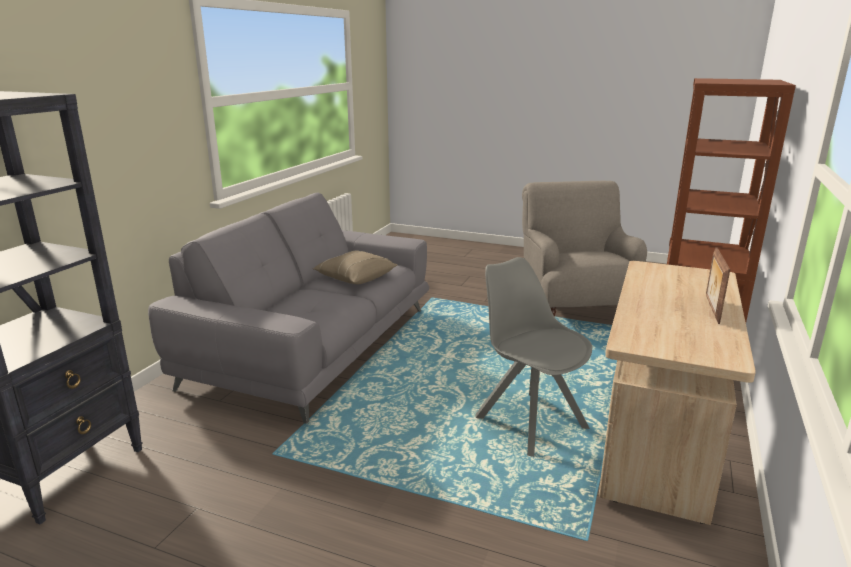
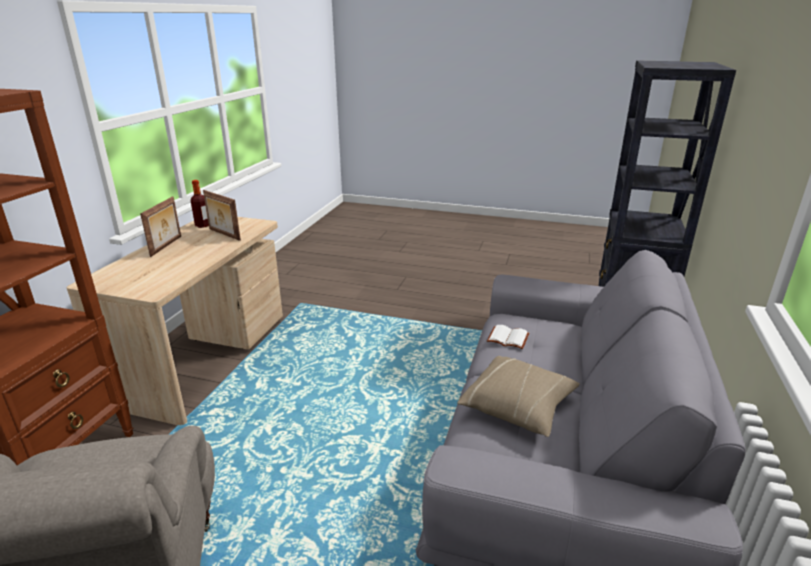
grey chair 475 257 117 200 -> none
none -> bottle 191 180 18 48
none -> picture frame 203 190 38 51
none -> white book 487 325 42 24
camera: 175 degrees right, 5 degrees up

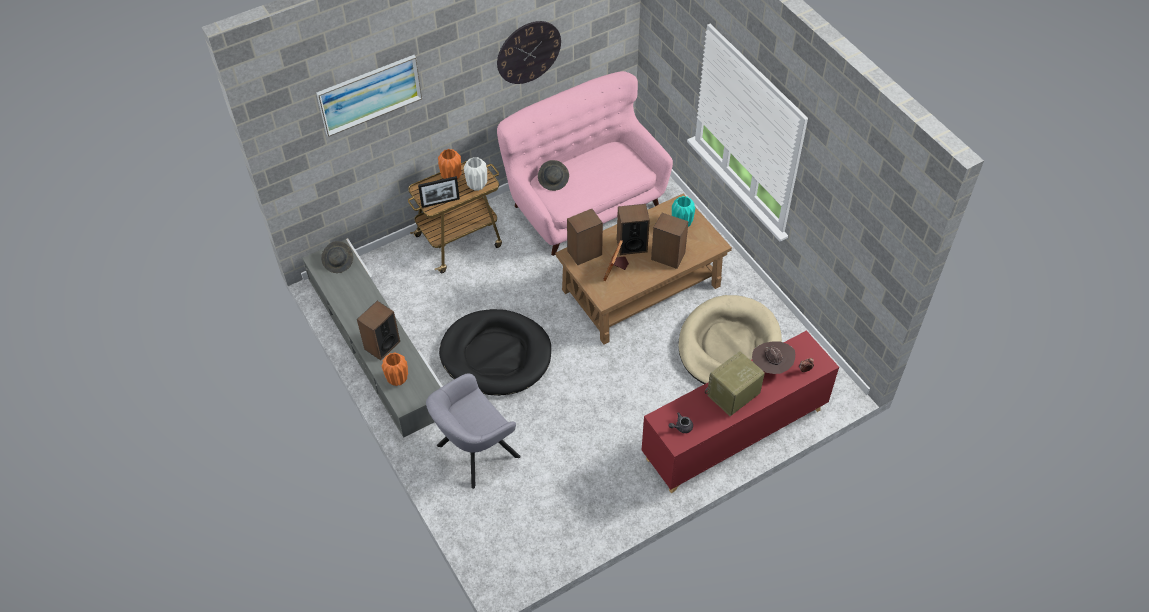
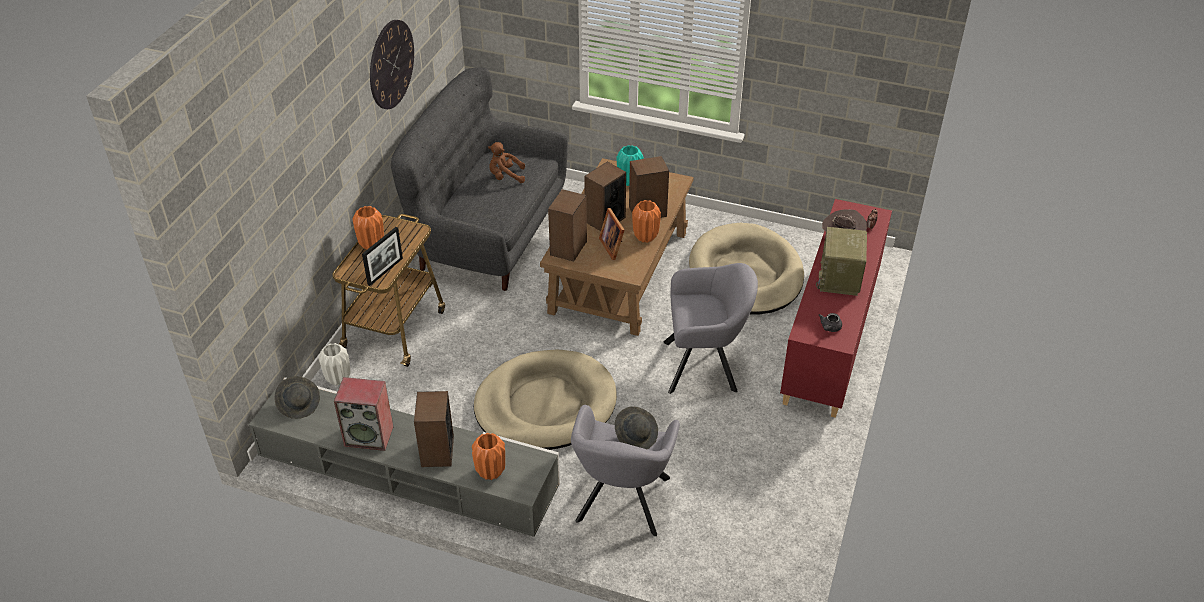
picture 317 55 105 82 -> none
none -> speaker 334 377 60 74
none -> brown plush toy 488 142 37 41
none -> orange vase 632 200 29 43
none -> grey armchair 663 263 95 131
white vase 464 157 23 34 -> white vase 318 343 33 43, move
grey hat 538 160 31 31 -> grey hat 615 406 43 43, move
black dog bed 439 309 112 87 -> beige dog bed 474 350 143 100
pink sofa 497 71 176 185 -> grey sofa 391 67 177 224
camera: 40 degrees left, 10 degrees down

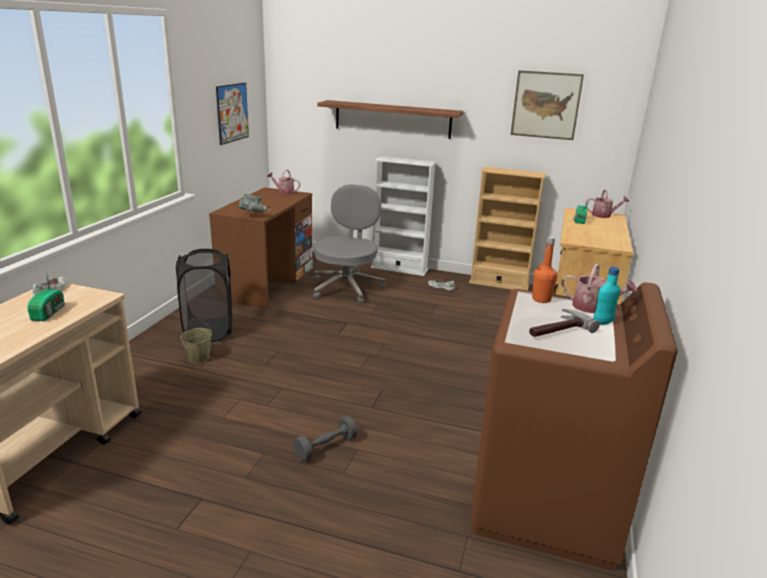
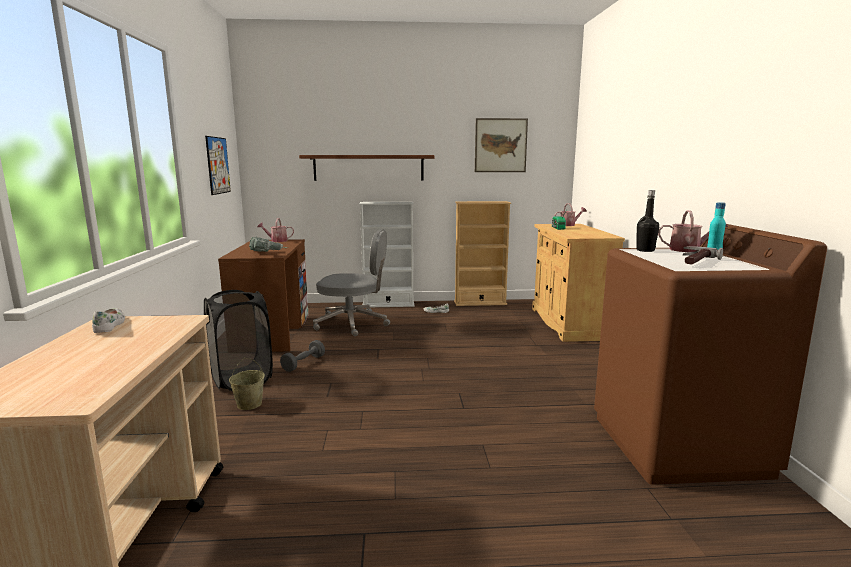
radio 27 271 38 50 -> none
grey dumbbell 294 416 63 45 -> grey dumbbell 280 340 45 32, move
orange bottle 532 236 25 67 -> black bottle 636 190 23 62
grey office chair 313 184 72 119 -> grey office chair 313 229 77 107, 105 degrees clockwise
camera: 20 degrees left, 10 degrees down

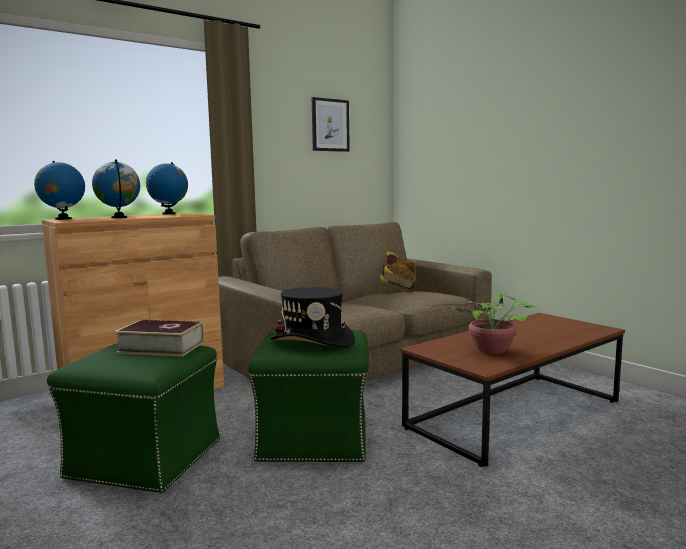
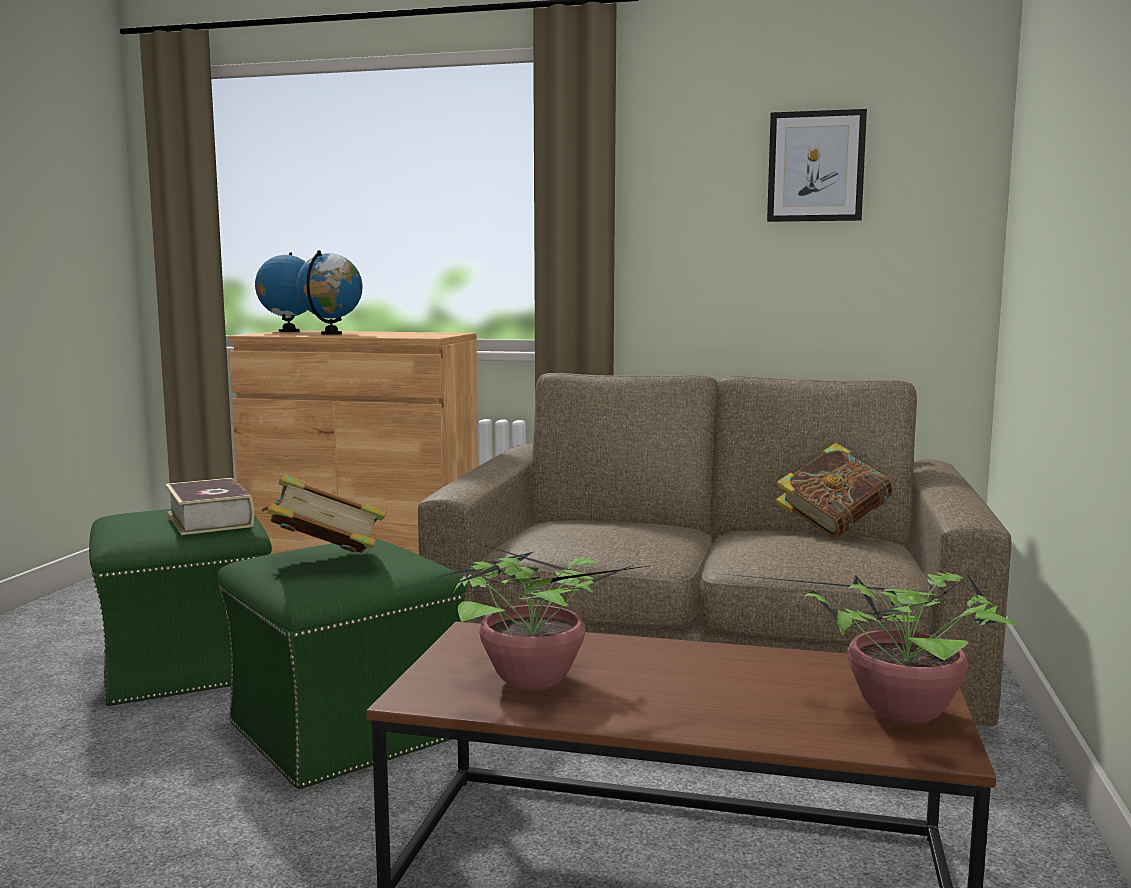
globe 146 162 42 52 -> none
none -> potted plant 714 571 302 154
black hat 271 287 84 61 -> book 262 474 125 79
camera: 50 degrees right, 0 degrees up

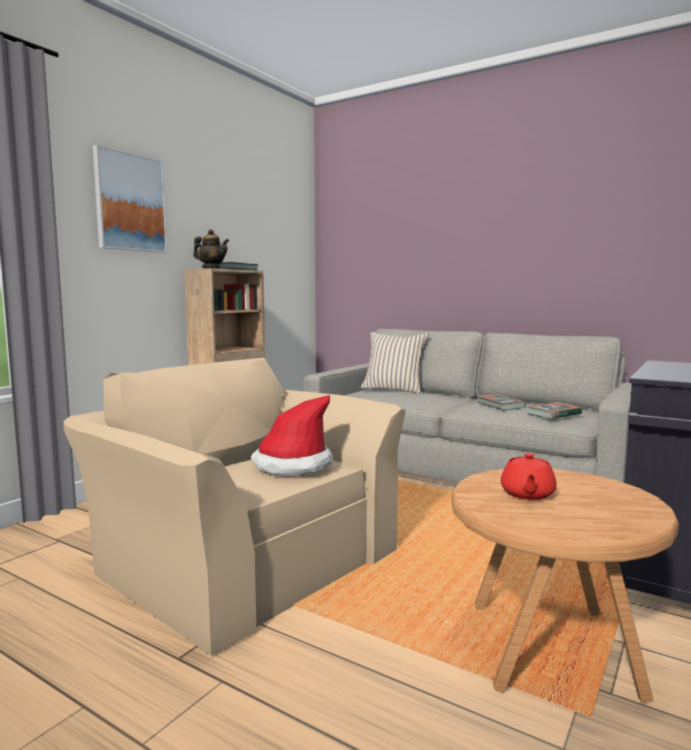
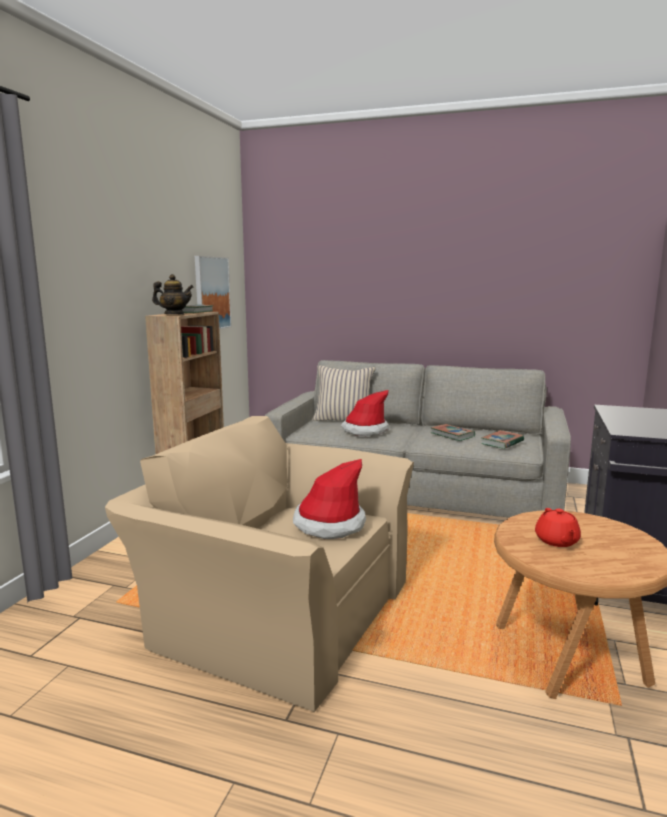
none -> hat 341 390 48 46
picture 93 145 74 108 -> picture 195 256 37 73, move
camera: 15 degrees left, 5 degrees up

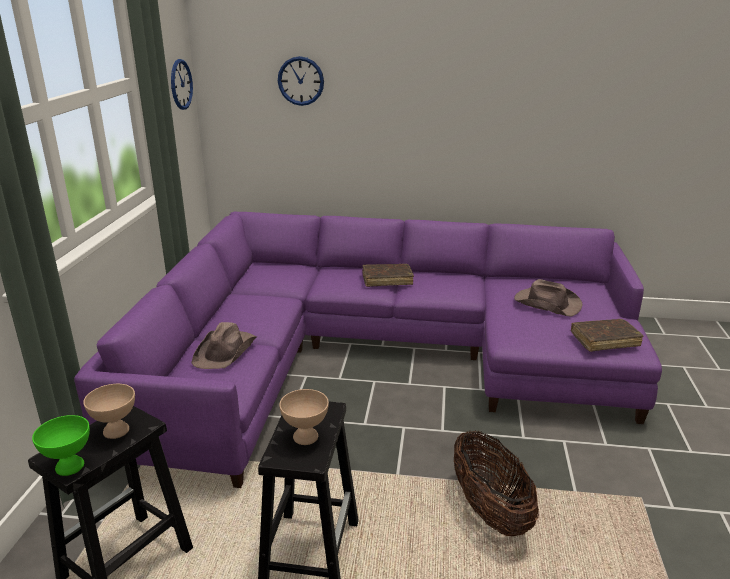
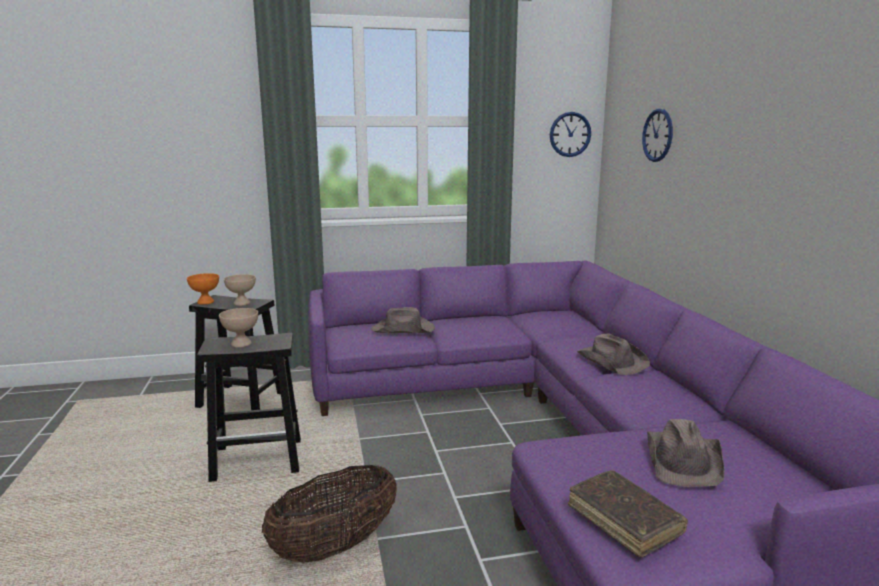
brown book 362 264 52 23 -> brown hat 577 334 73 41
green bowl 32 415 58 61 -> orange bowl 187 273 32 32
camera: 70 degrees right, 10 degrees down

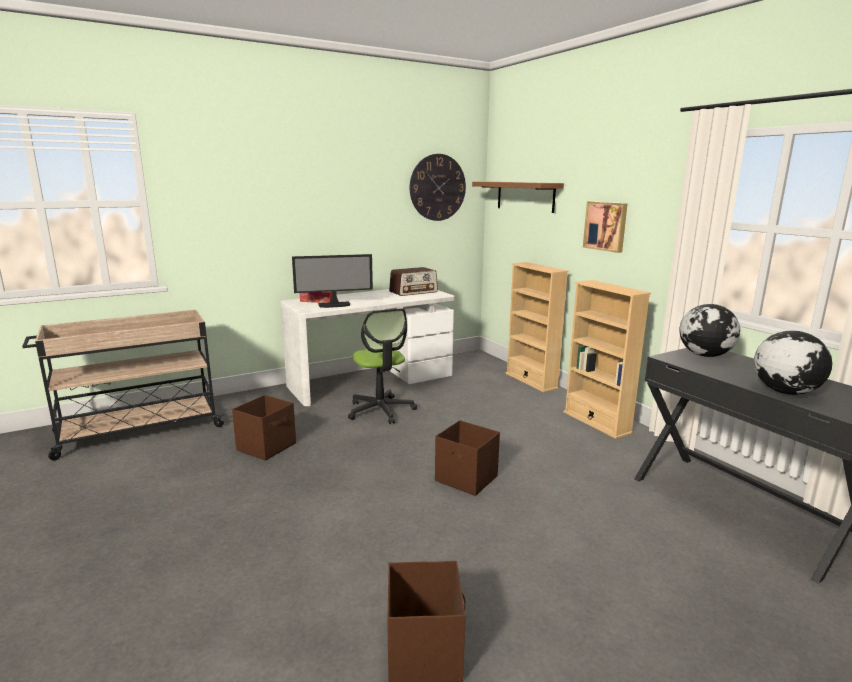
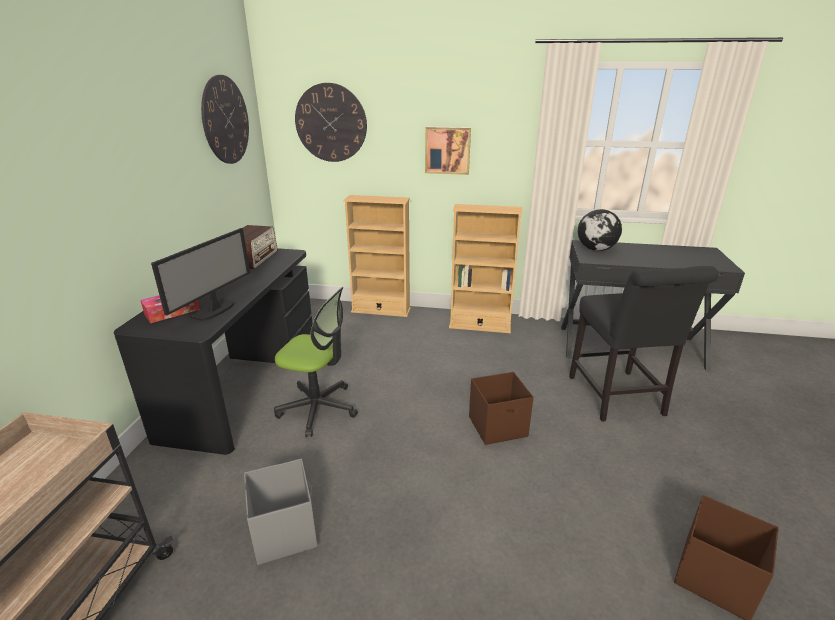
globe 754 331 78 64 -> none
none -> black chair 569 266 149 156
brown shelf 472 182 92 31 -> wall clock 295 83 72 79
brown storage box 232 395 64 66 -> grey storage box 244 458 73 107
white desk 280 289 175 117 -> black desk 114 248 199 207
camera: 50 degrees left, 10 degrees up

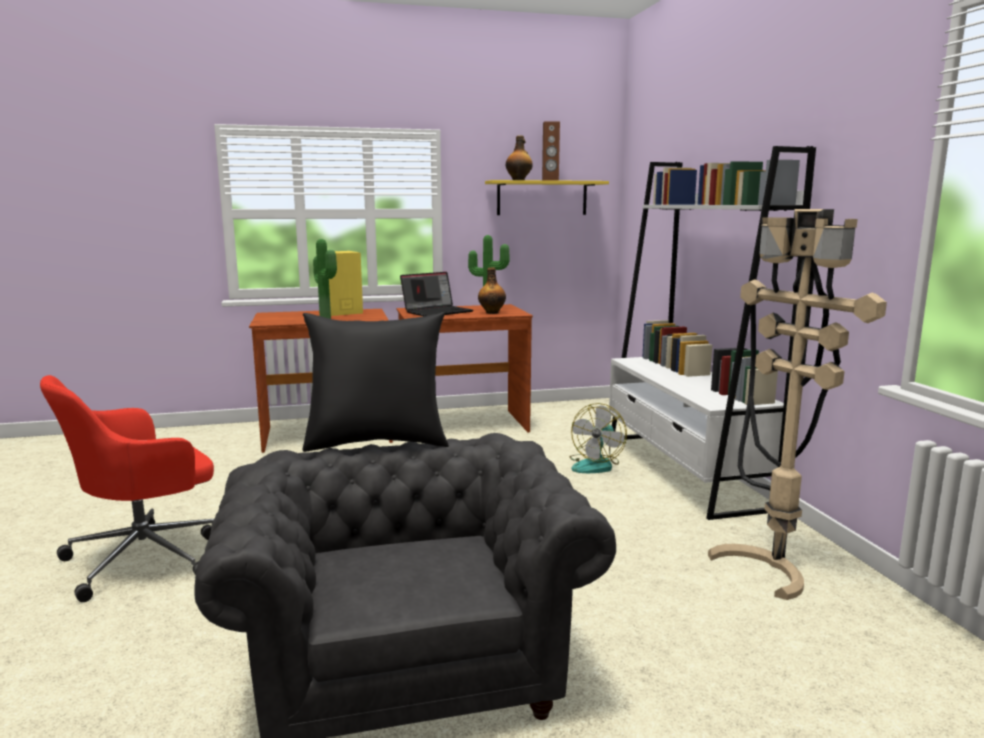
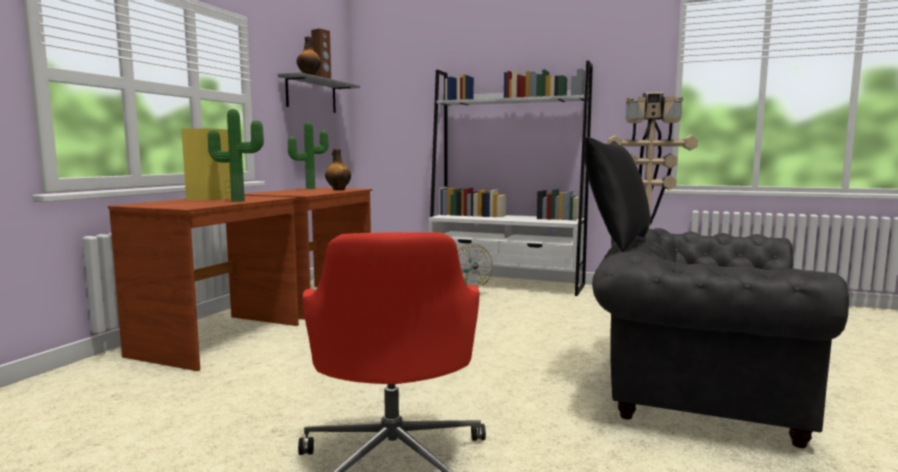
laptop 400 272 73 44 -> none
yellow shelf 485 180 124 35 -> grey shelf 278 72 82 41
camera: 55 degrees left, 5 degrees down

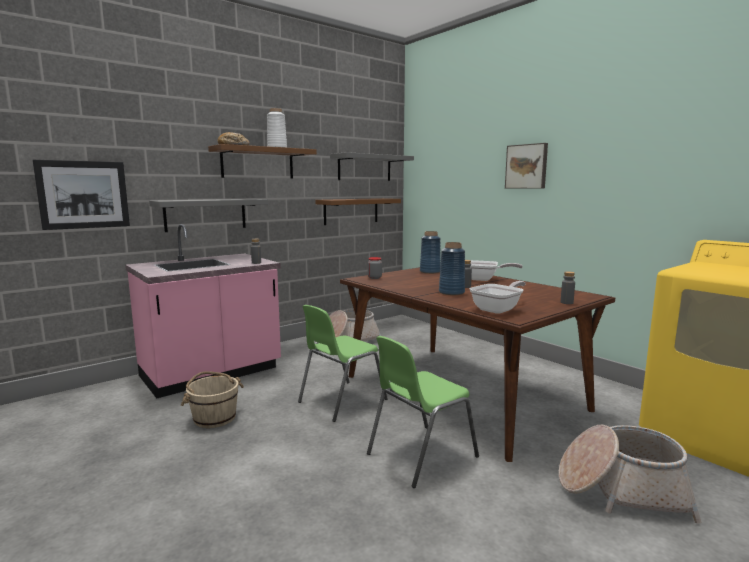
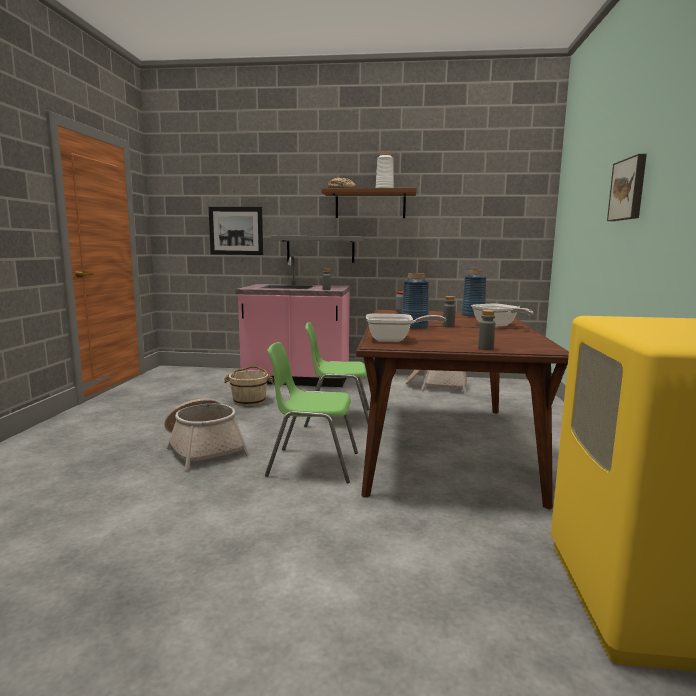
brown shelf 315 198 86 27 -> none
grey shelf 330 152 84 29 -> none
basket 559 425 142 99 -> basket 164 398 86 72, move
camera: 45 degrees right, 0 degrees up

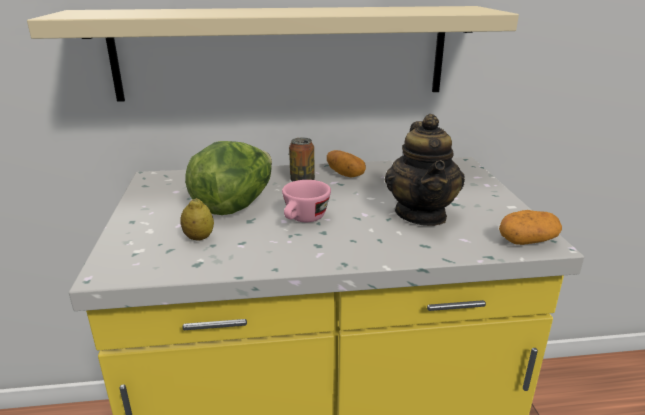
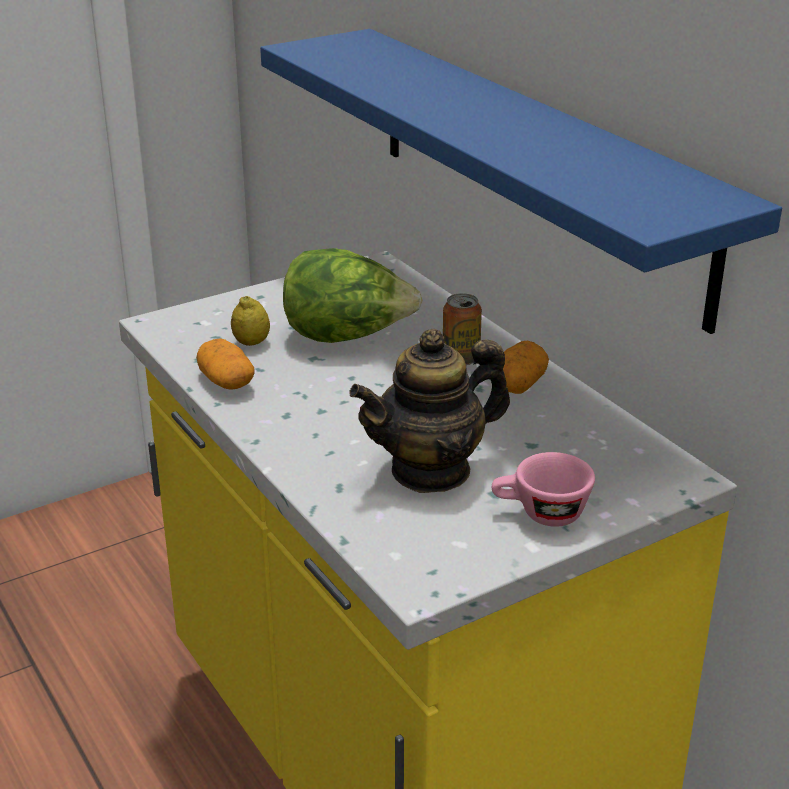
pink cup 282 180 49 42 -> pink cup 492 452 103 75, move
potato 499 210 63 35 -> potato 196 338 59 52, move
beige shelf 27 6 492 96 -> blue shelf 260 29 522 305
camera: 65 degrees right, 5 degrees up

